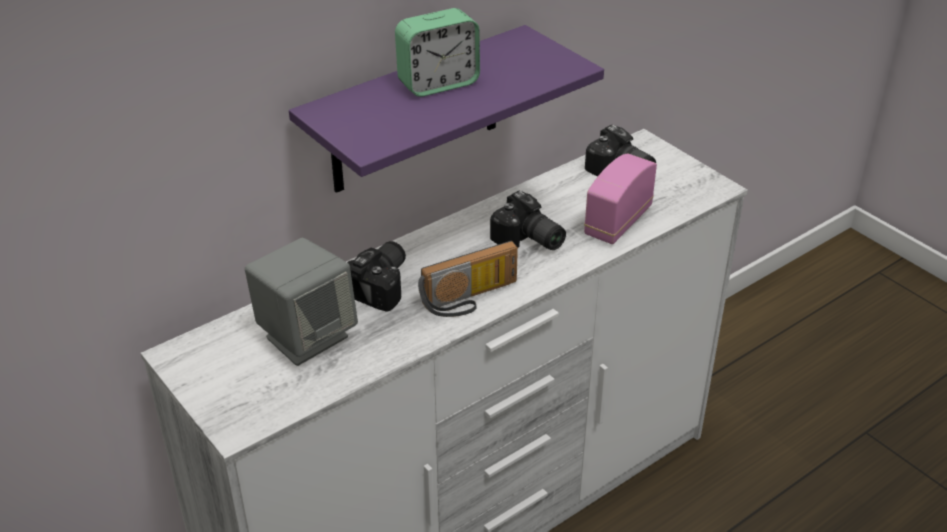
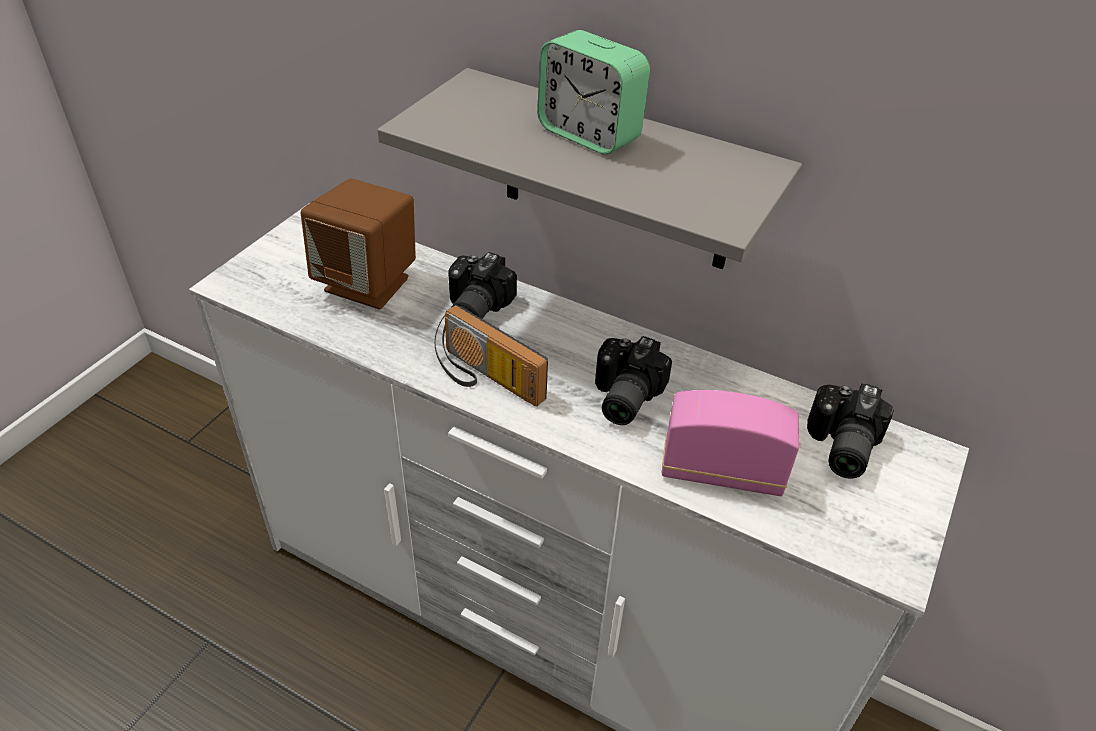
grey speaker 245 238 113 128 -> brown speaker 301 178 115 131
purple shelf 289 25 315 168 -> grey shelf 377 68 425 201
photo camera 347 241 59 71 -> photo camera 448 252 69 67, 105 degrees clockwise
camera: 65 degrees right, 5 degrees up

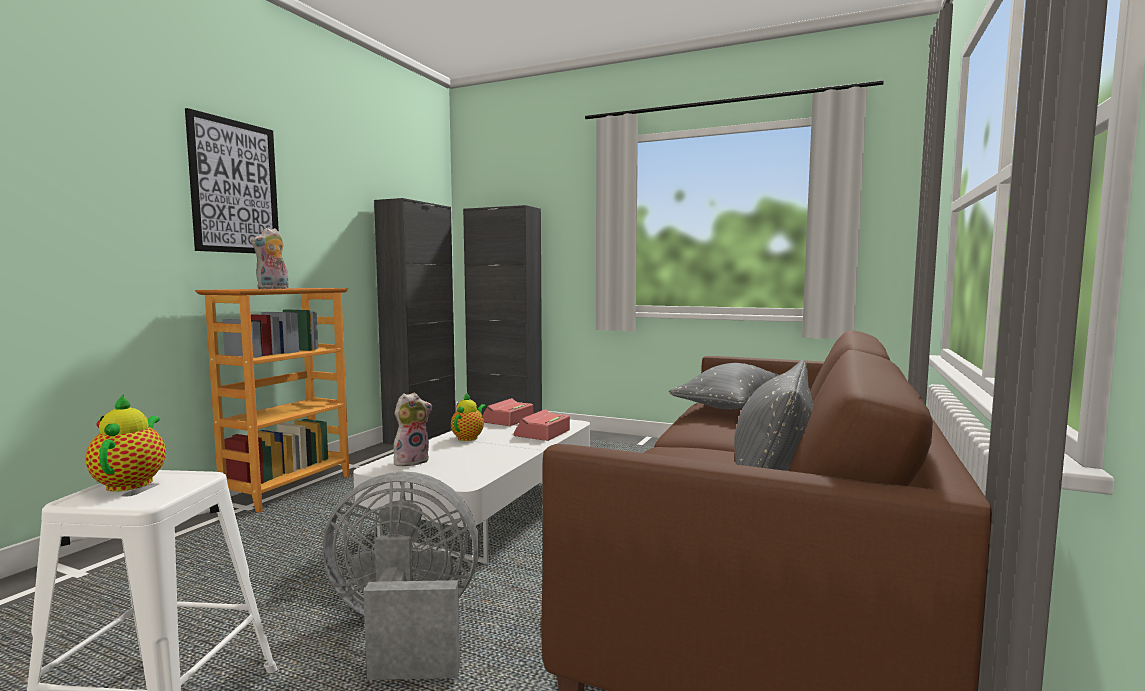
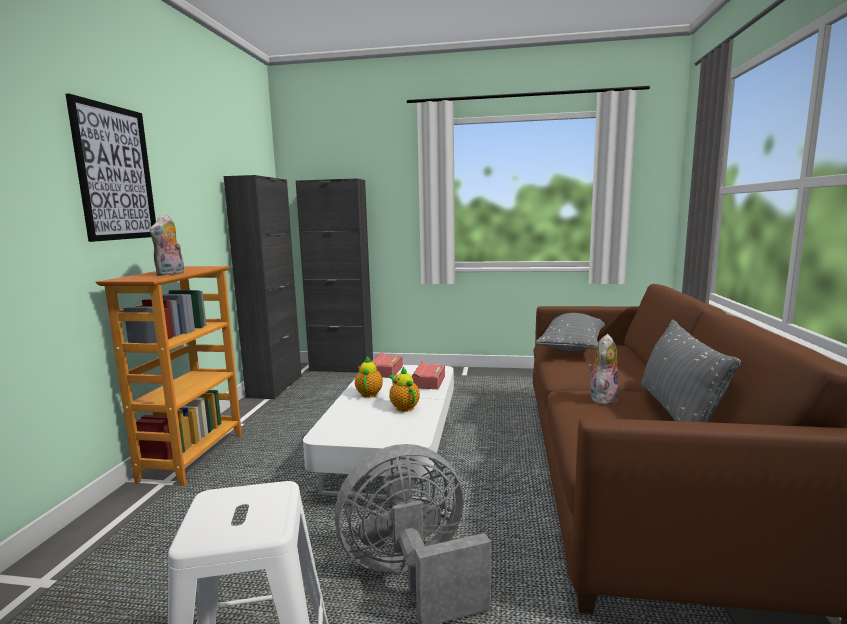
teapot 86 394 80 98 -> teapot 389 367 31 45, move
plush toy 393 393 39 73 -> plush toy 588 334 31 71, move
camera: 15 degrees left, 5 degrees up

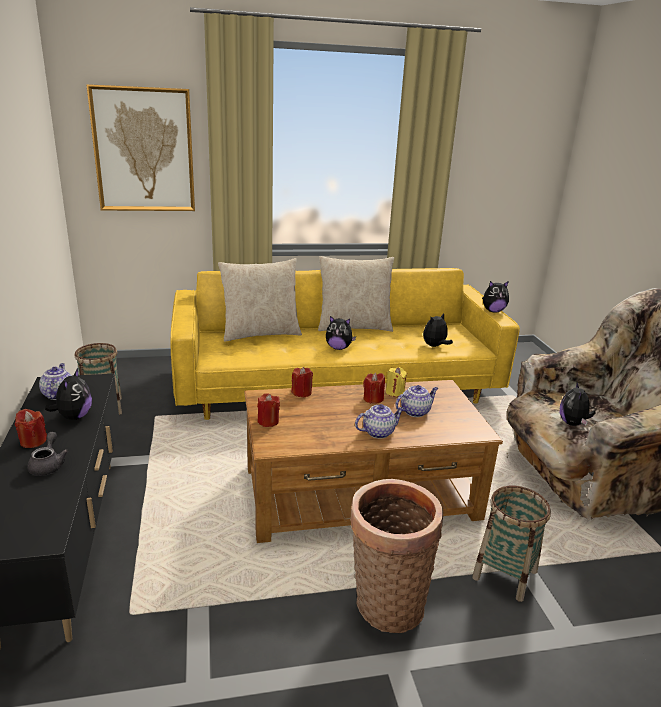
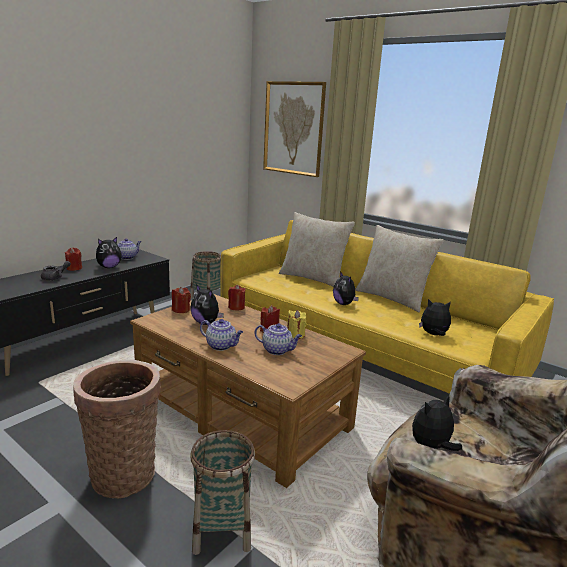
plush toy 482 281 27 32 -> plush toy 190 284 34 41, move
camera: 50 degrees right, 5 degrees down

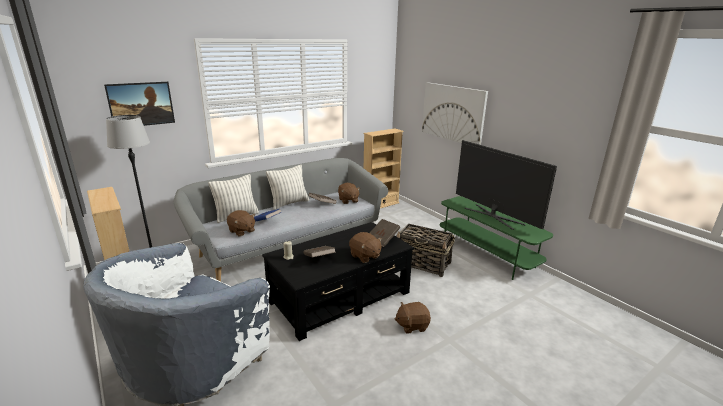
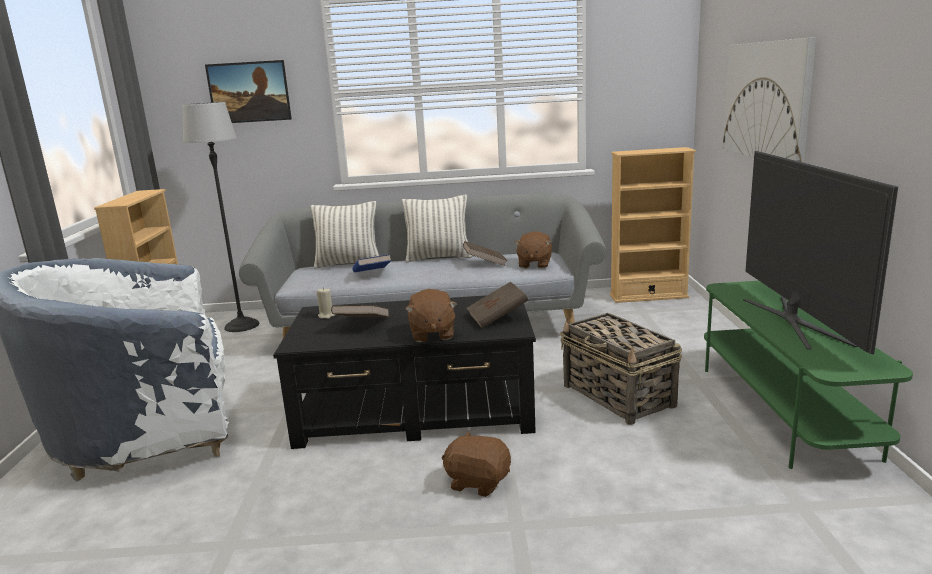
brown plush toy 227 210 28 26 -> none
camera: 35 degrees right, 5 degrees down

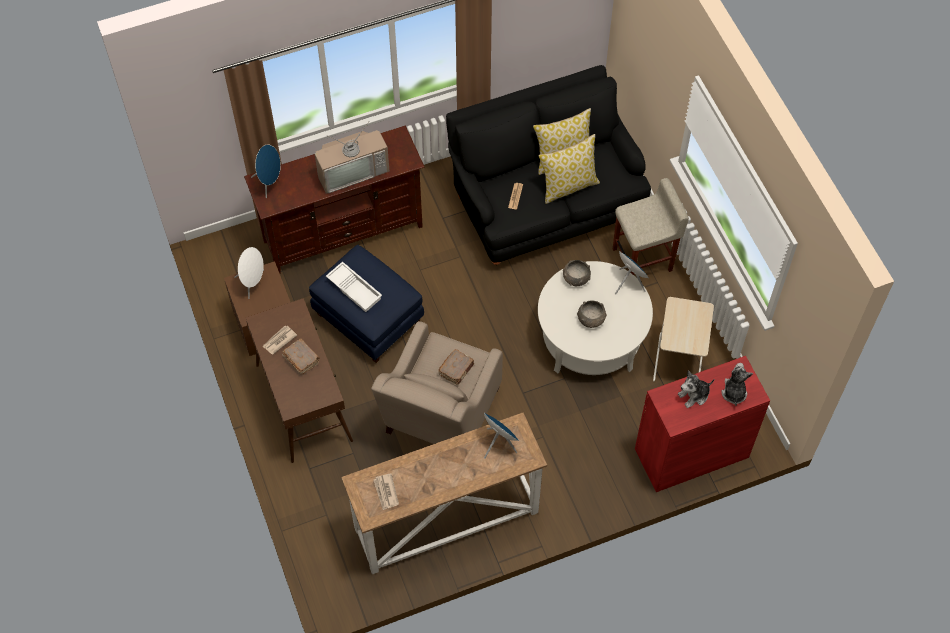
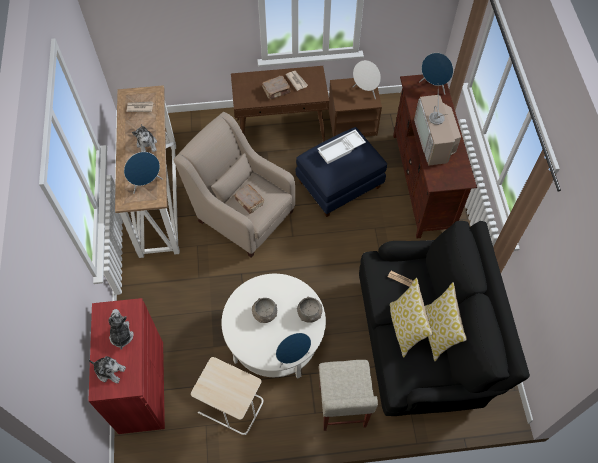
none -> plush toy 132 124 25 28
camera: 105 degrees right, 0 degrees up

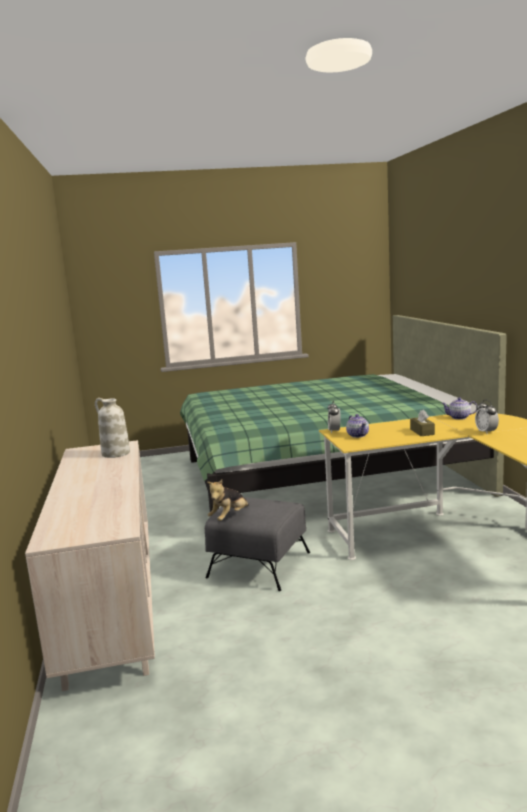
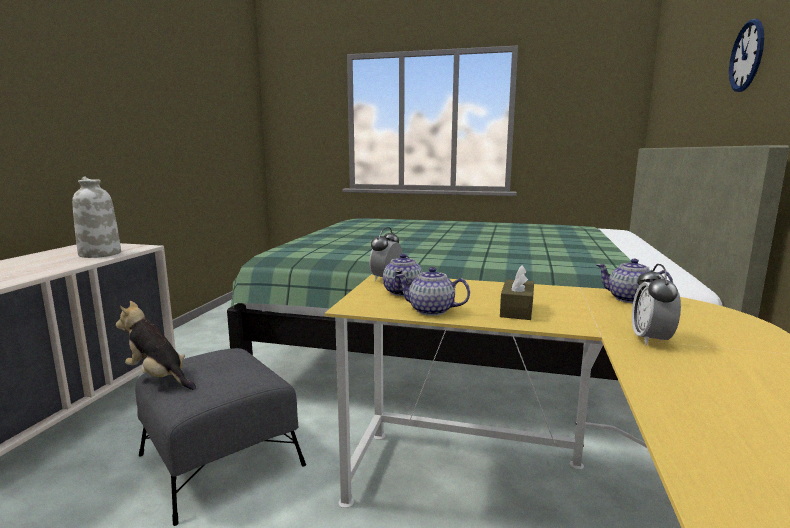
none -> teapot 396 267 74 49
none -> wall clock 729 19 35 73
plush toy 207 480 42 41 -> plush toy 116 301 80 89, 60 degrees clockwise
camera: 25 degrees right, 0 degrees up

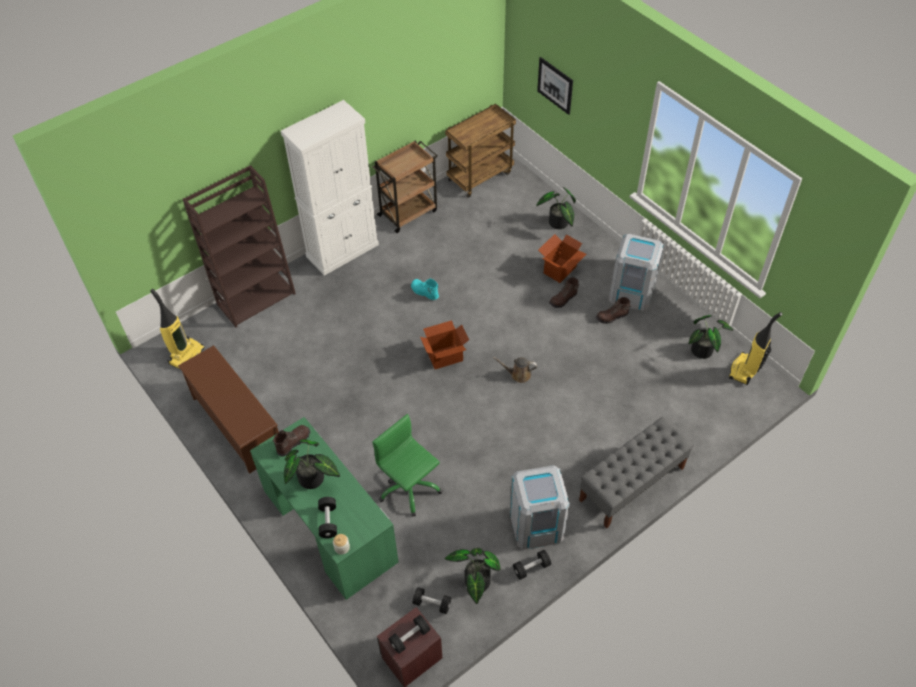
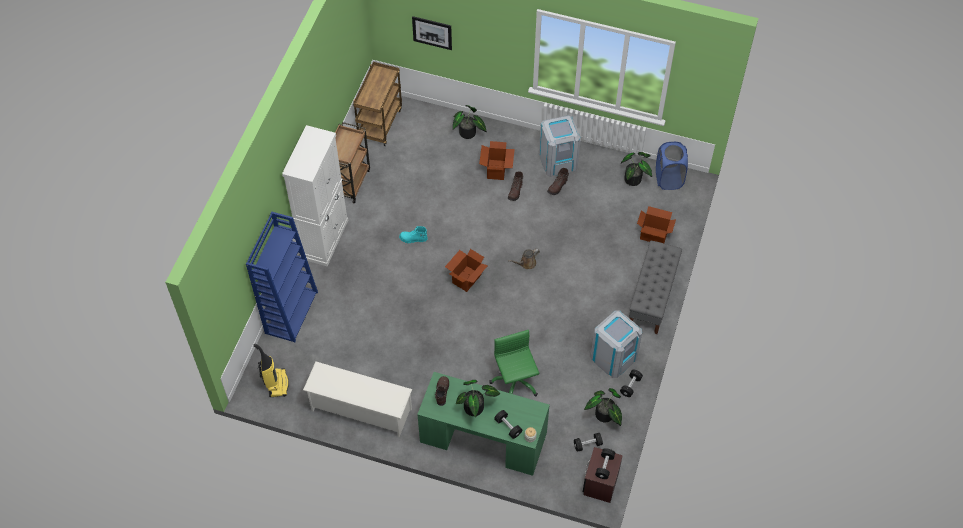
none -> cardboard box 637 206 39 37
vacuum cleaner 729 312 54 73 -> blue laundry basket 656 142 32 48
brown shoe rack 178 345 101 129 -> white shoe rack 303 361 109 76
brown bookcase 183 165 113 162 -> blue bookcase 246 212 72 130
green office chair 372 414 71 103 -> green office chair 490 330 49 66, 60 degrees clockwise
camera: 35 degrees left, 5 degrees up

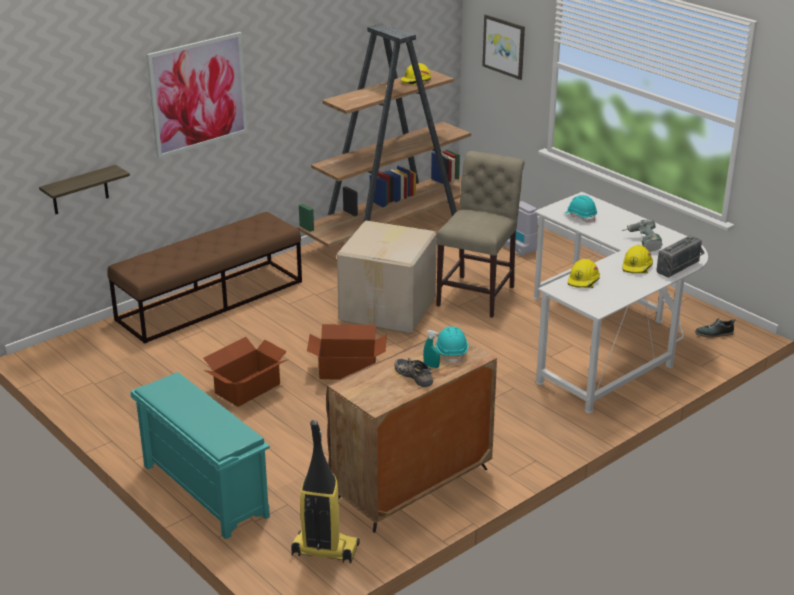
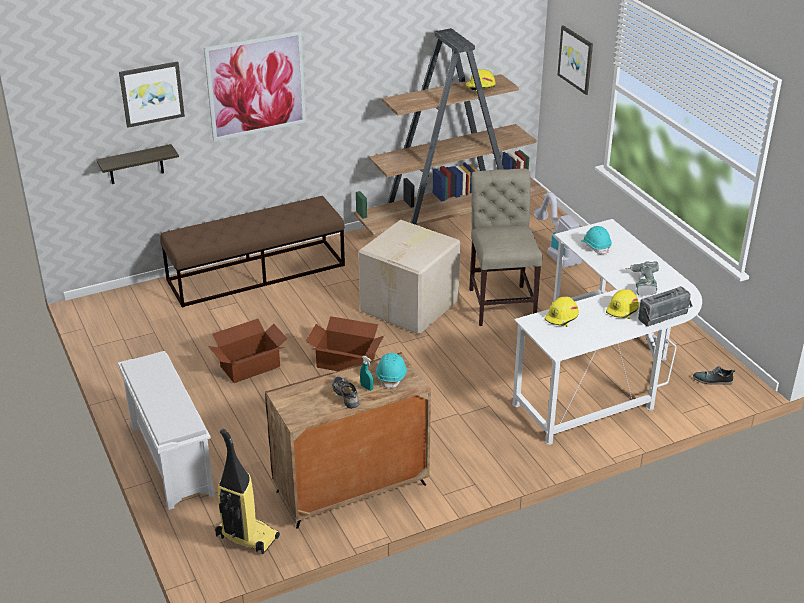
none -> picture 119 61 66 67
turquoise shoe rack 130 372 140 167 -> white shoe rack 118 351 97 159
beige chair 436 151 89 167 -> beige chair 469 168 74 158, 45 degrees counterclockwise
camera: 15 degrees right, 5 degrees up

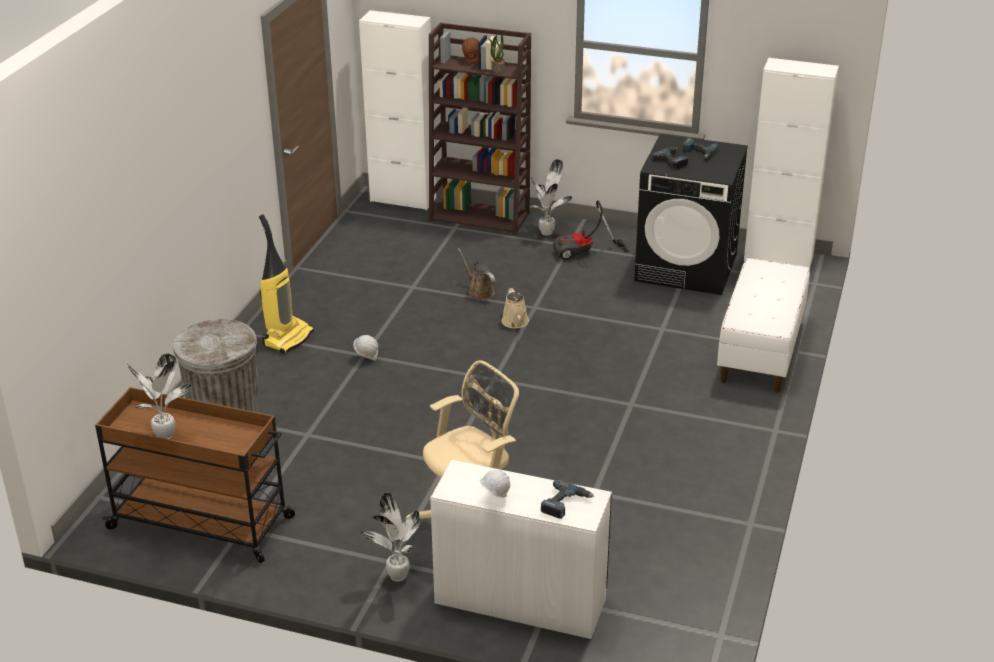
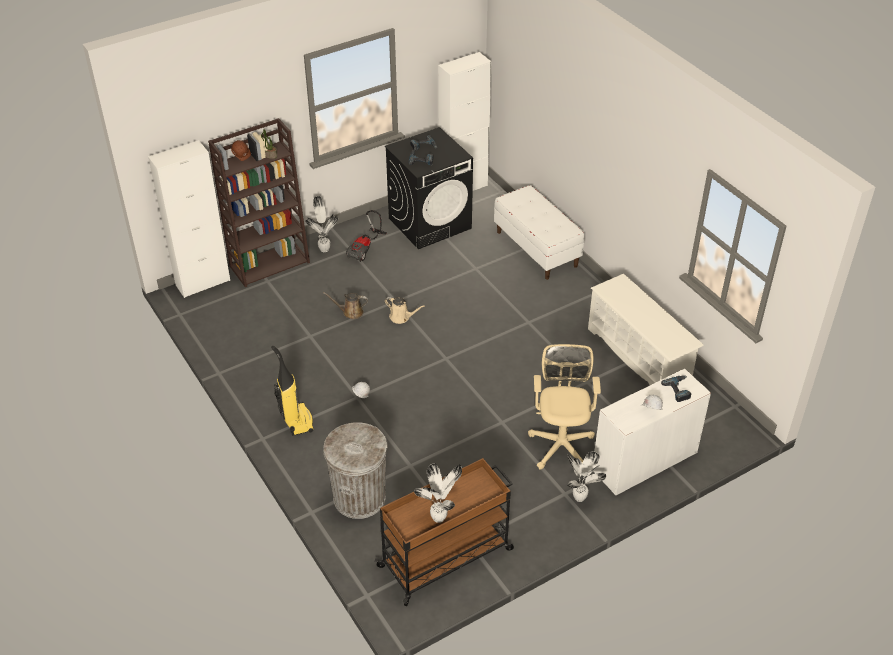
none -> white shoe rack 588 274 115 111
camera: 50 degrees left, 10 degrees up

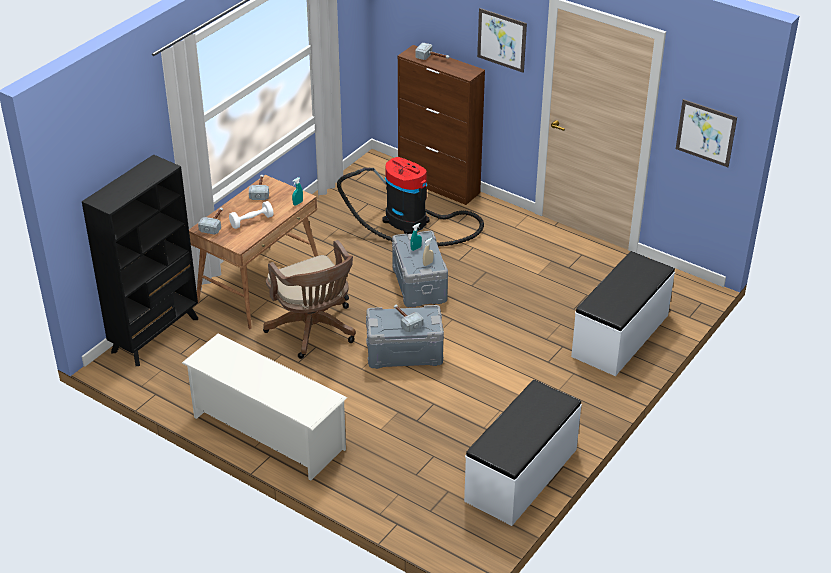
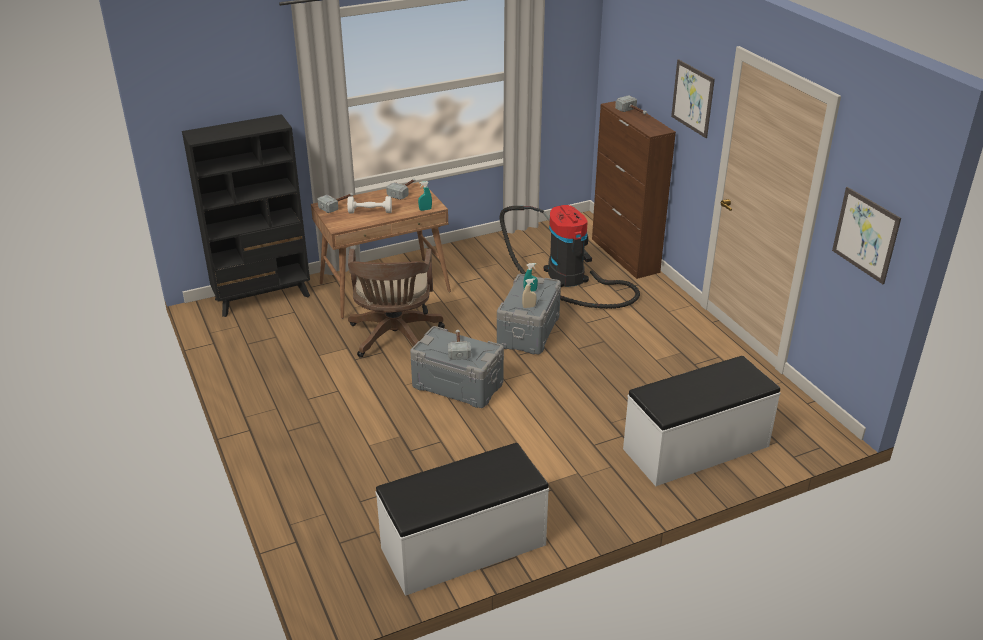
white shoe rack 182 333 165 148 -> none
camera: 30 degrees right, 5 degrees down

